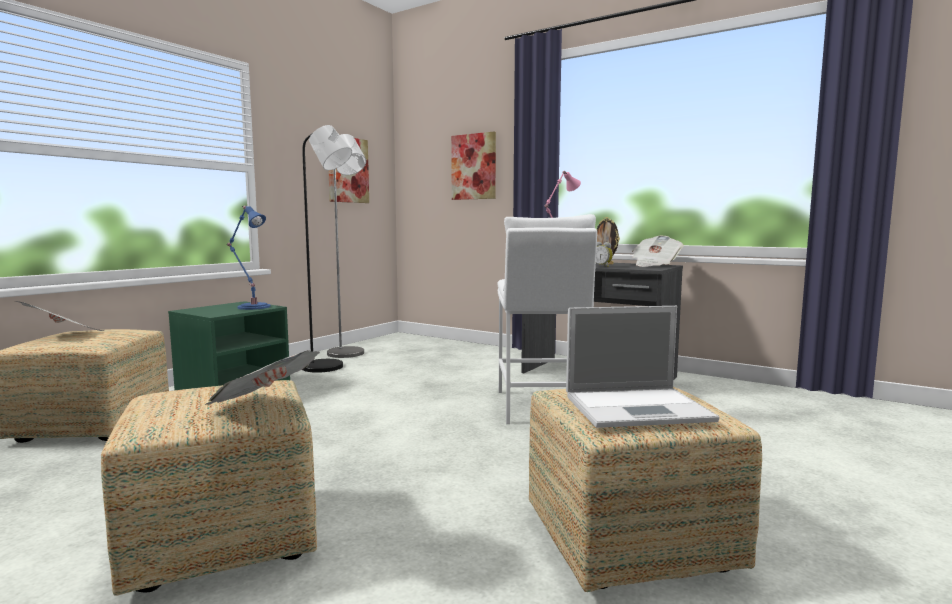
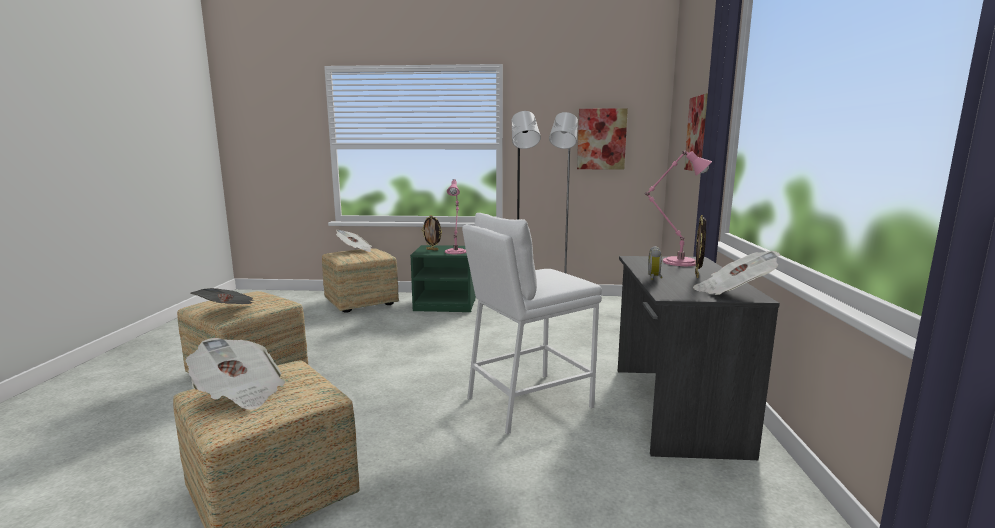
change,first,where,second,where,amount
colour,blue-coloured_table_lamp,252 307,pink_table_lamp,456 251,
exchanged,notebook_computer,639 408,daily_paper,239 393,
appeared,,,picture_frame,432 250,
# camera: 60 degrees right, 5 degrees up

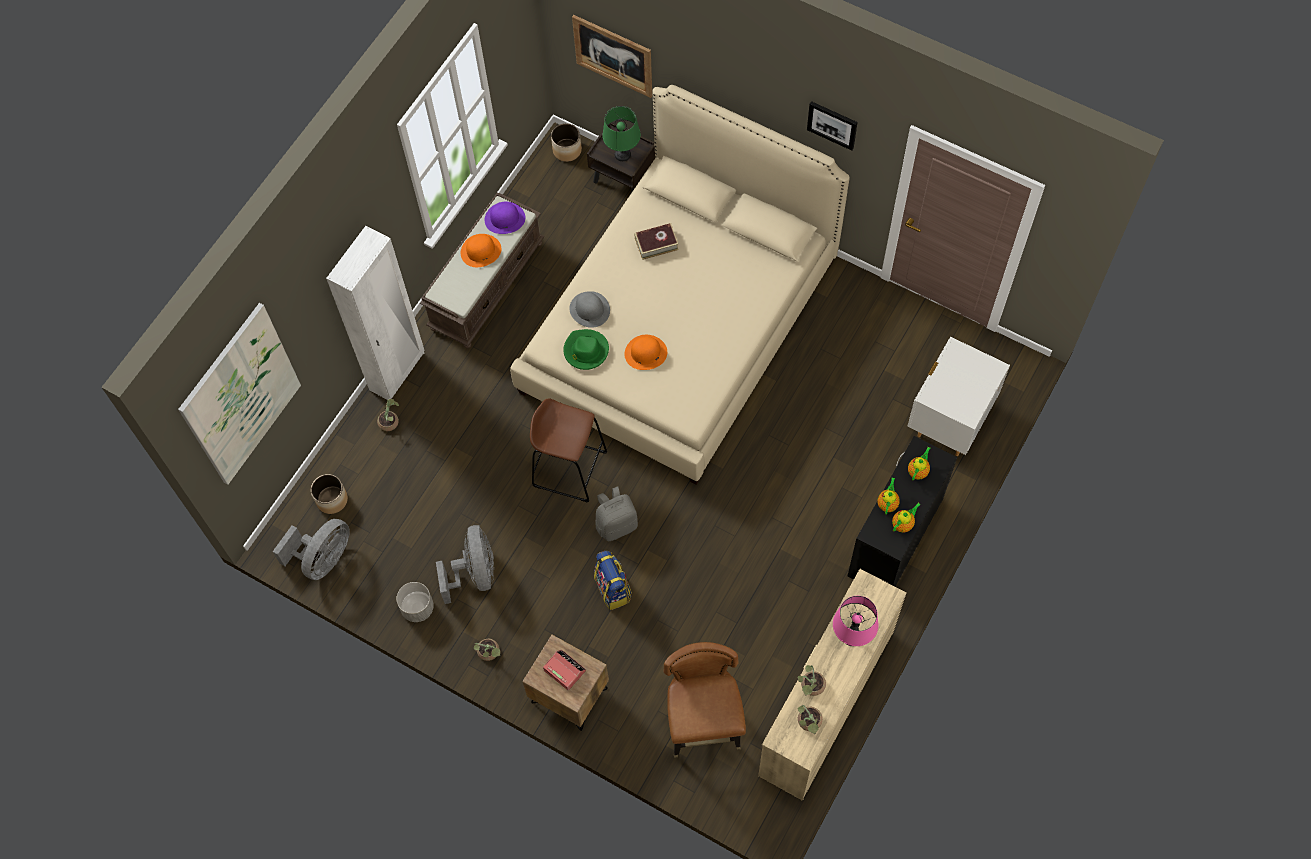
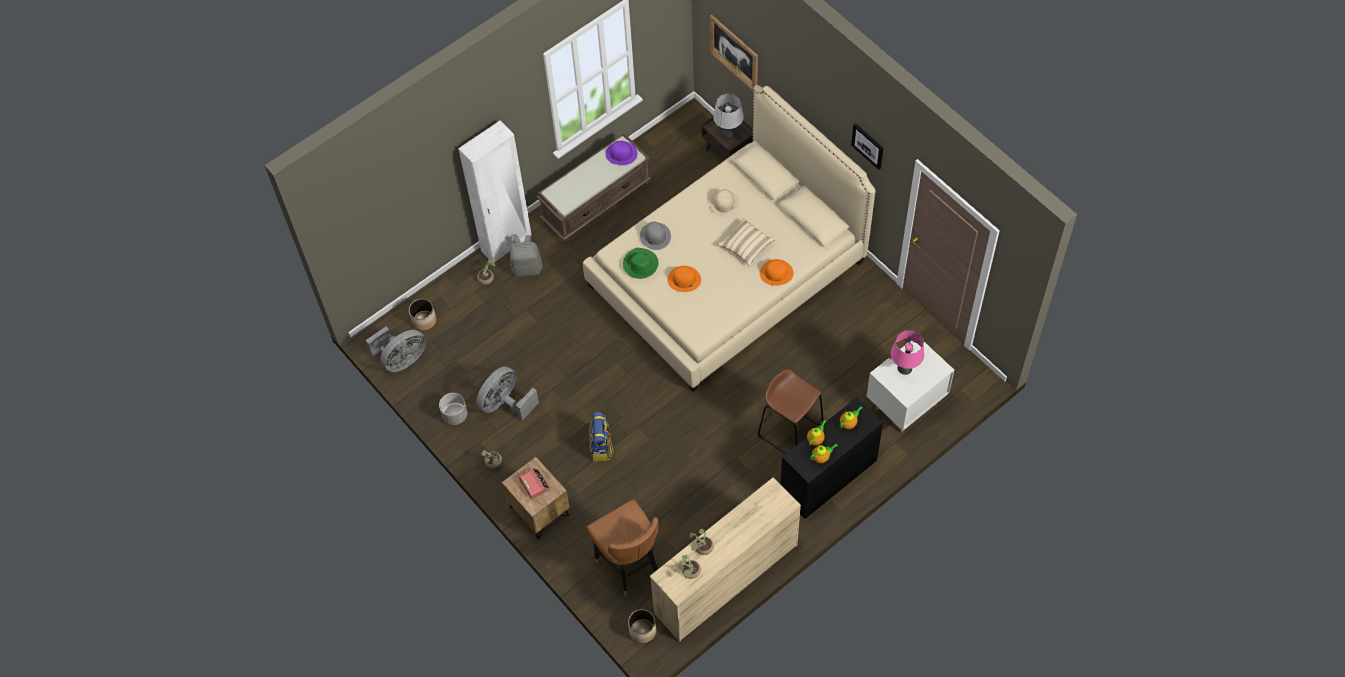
change,first,where,second,where,amount
missing,wall_art,241 395,,,
spun,greyish_electric_fan,474 573,,505 404,150 degrees counterclockwise
relocated,orangey_wearable_hat,481 251,,776 273,
relocated,brownish_stool_seat,569 468,,790 431,
relocated,plant_pot,567 150,,642 630,
relocated,greyish_rucksack,616 524,,527 267,
colour,greenish_table_lamp,622 154,greyish_table_lamp,728 132,
exchanged,book,656 244,beige_wearable_hat,724 204,
spun,brownish_chair,704 726,,628 565,135 degrees clockwise
relocated,pink_table_lamp,852 636,,905 368,
appeared,,,beige_pillow,746 246,
# camera: 20 degrees right, 5 degrees down

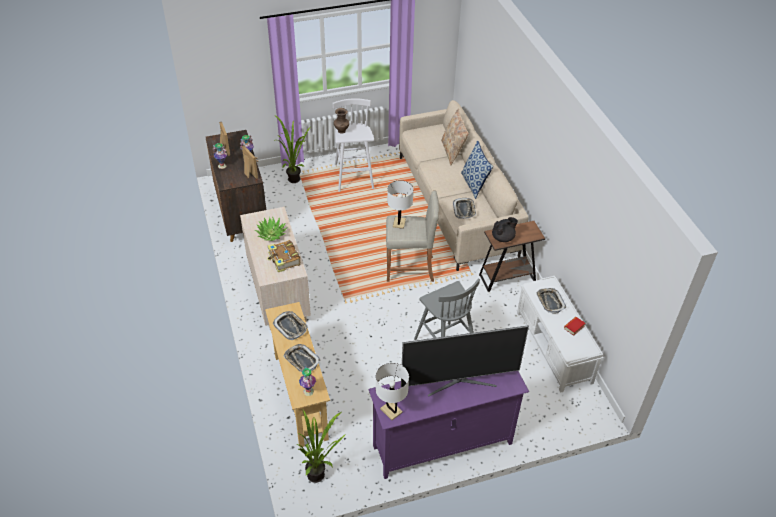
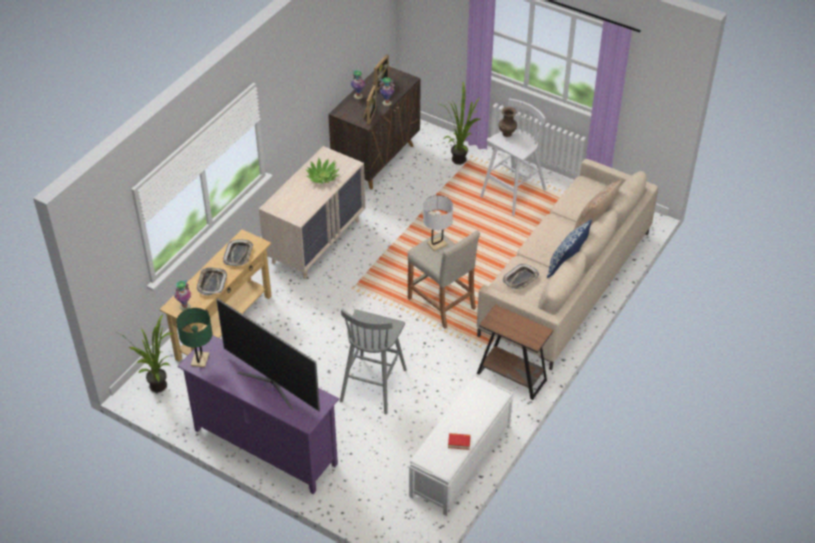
change,first,where,second,where,amount
missing,book,284 260,,,
colour,whitish_table_lamp,391 410,greenish_table_lamp,200 360,
missing,black-coloured_tea_pot,503 238,,,
missing,serving_tray,550 302,,,
# camera: 50 degrees right, 0 degrees up

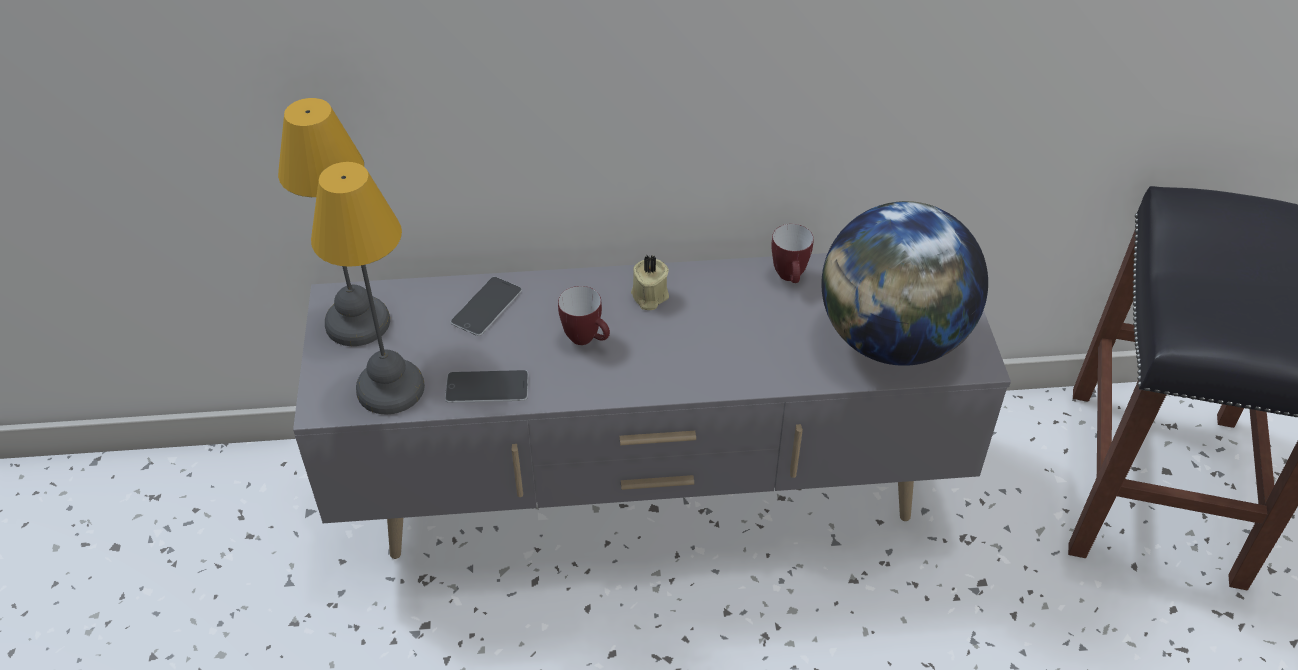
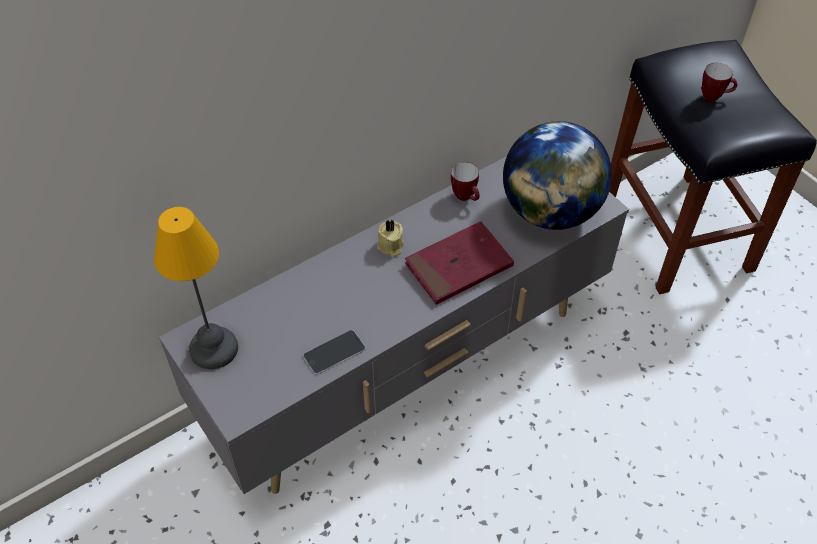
change,first,where,second,where,amount
missing,table_lamp,388 389,,,
missing,handset,486 306,,,
relocated,tea_mug,587 340,,714 97,
appeared,,,red_book,458 266,
# camera: 30 degrees left, 5 degrees up

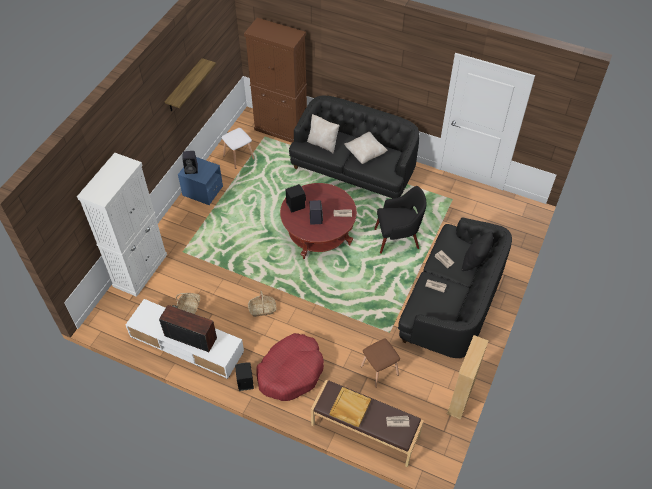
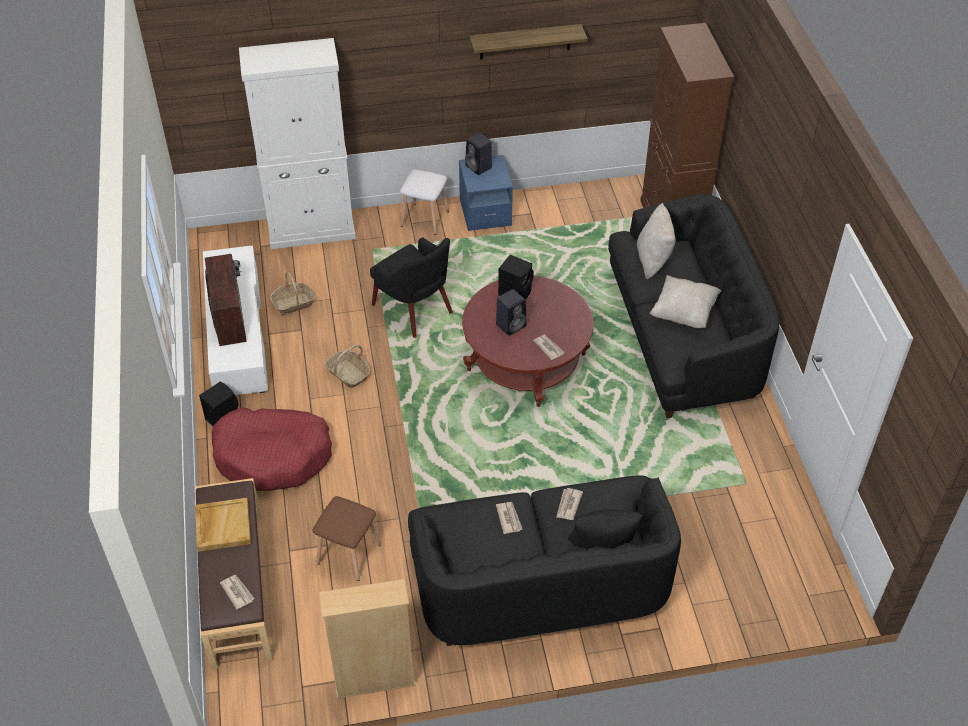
change,first,where,second,where,amount
relocated,whitish_stool_seat,239 157,,425 218,
relocated,black-coloured_easy_chair,398 238,,414 310,
# camera: 55 degrees right, 5 degrees down

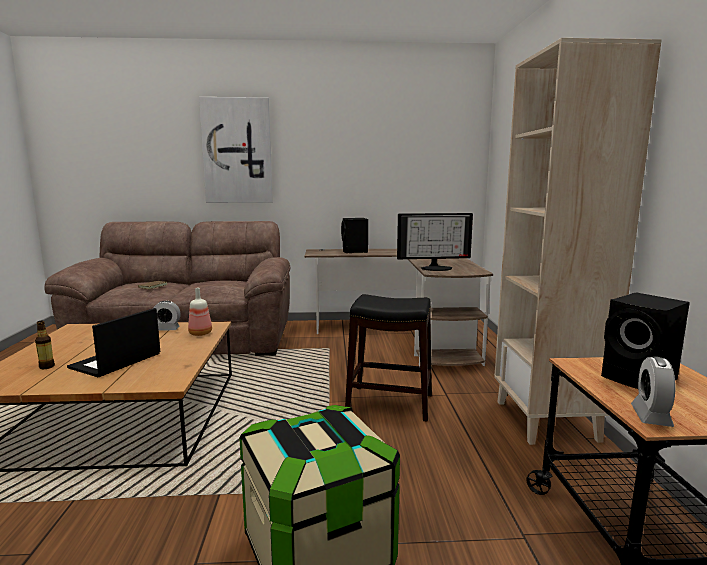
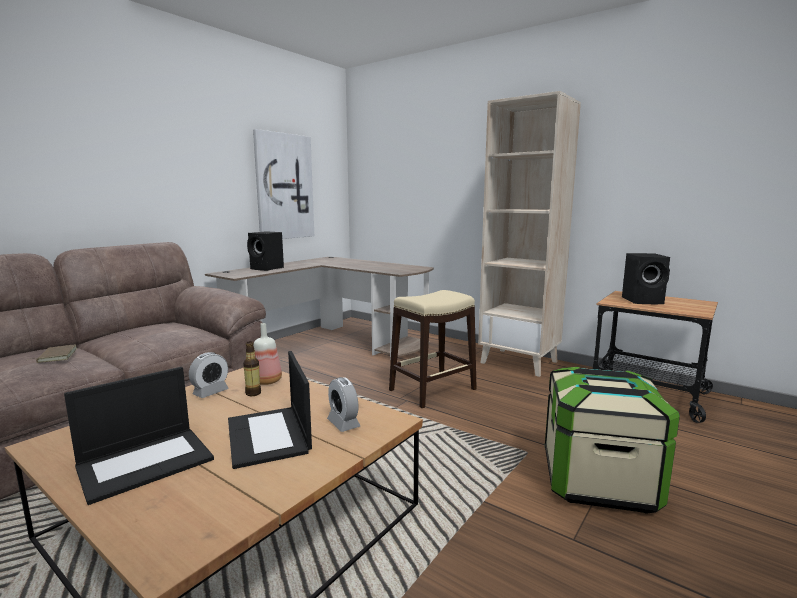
change,first,where,second,where,amount
relocated,drink_bottle,47 367,,253 393,
relocated,wall_art,237 151,,284 186,
colour,black-coloured_stool_seat,390 403,beige_stool_seat,433 390,
missing,computer_screen,436 268,,,
relocated,bedside_clock,651 416,,343 423,
appeared,,,notebook_computer,146 462,
# camera: 50 degrees left, 0 degrees up

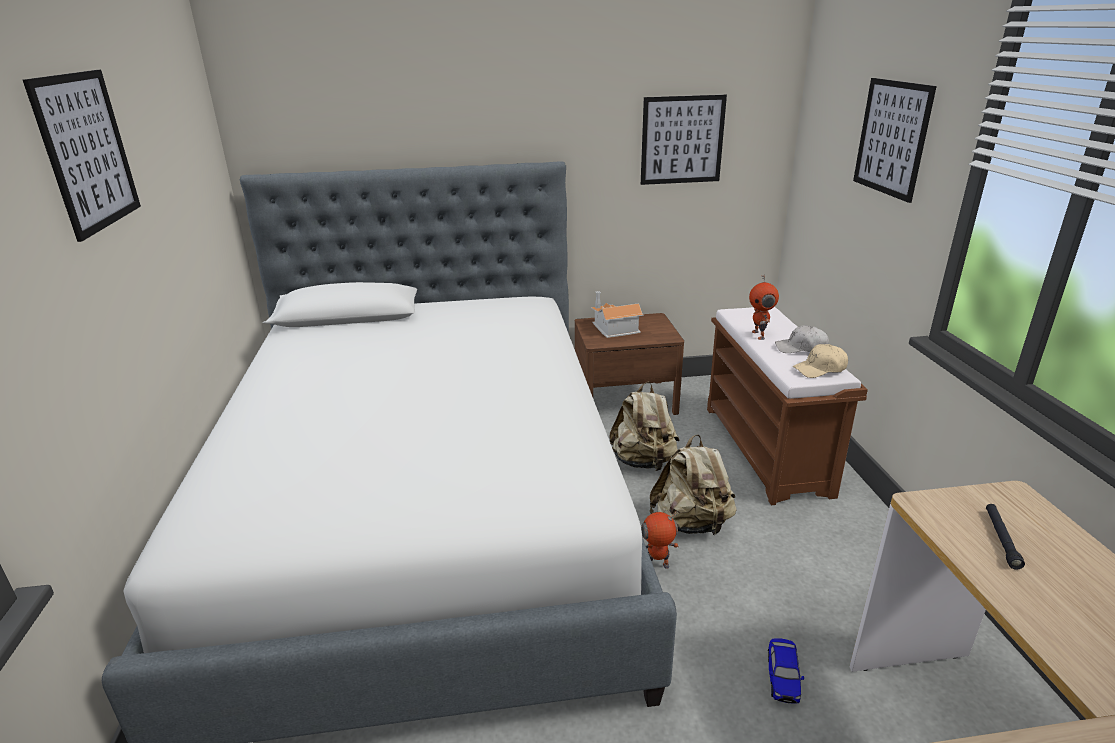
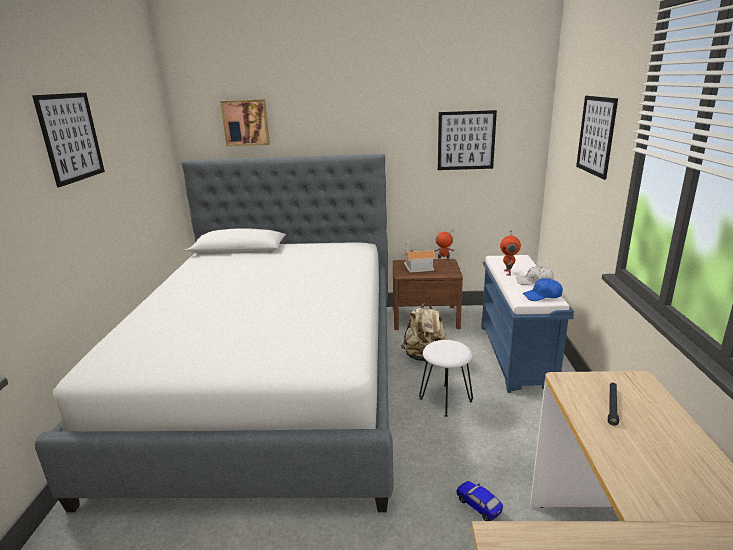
change,first,where,second,where,amount
relocated,model_robot,656 568,,443 262,
exchanged,beige_rucksack,691 523,whitish_stool_seat,446 399,
colour,brownish_bench,767 450,blue-coloured_bench,516 356,
spun,model_car,782 679,,478 506,120 degrees clockwise
colour,beige_cap,820 369,blue-coloured_cap,542 296,
appeared,,,wall_art,246 122,
# camera: 10 degrees right, 5 degrees down

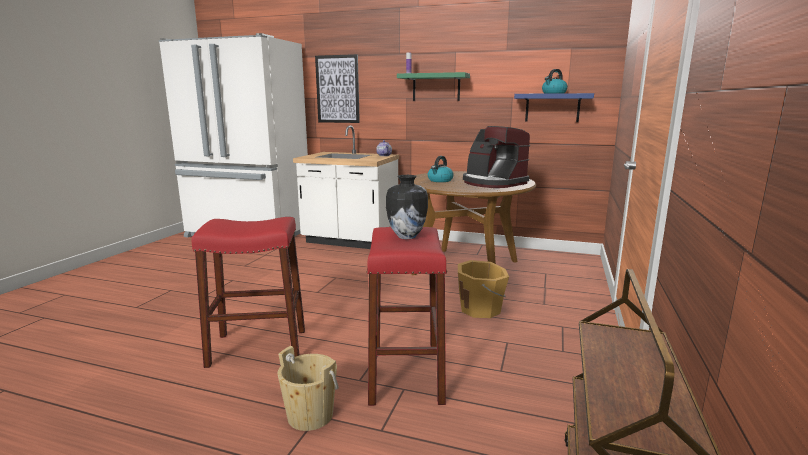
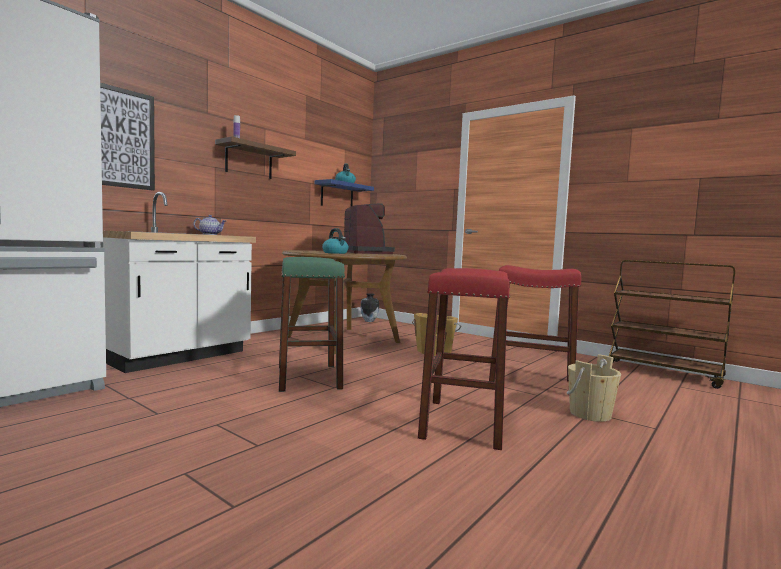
change,first,where,second,where,amount
relocated,flower_vase,406 236,,369 321,
colour,greenish_shelf,436 87,brownish_shelf,249 161,
spun,coffee_maker,493 183,,368 253,90 degrees counterclockwise
appeared,,,greenish_stool_seat,308 377,
# camera: 70 degrees left, 10 degrees down

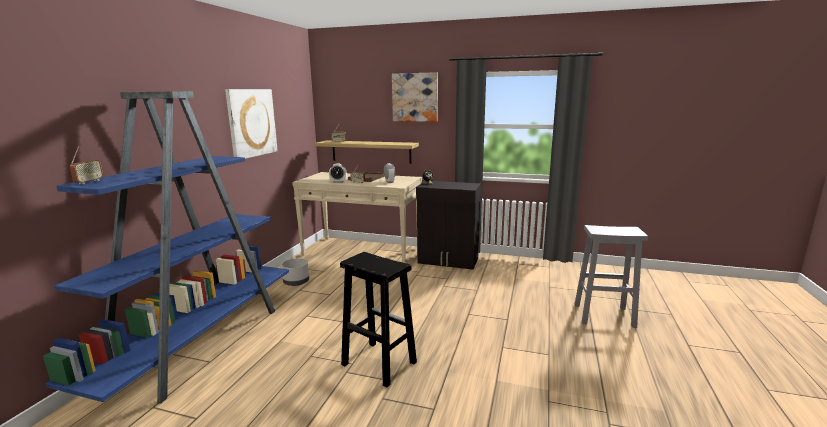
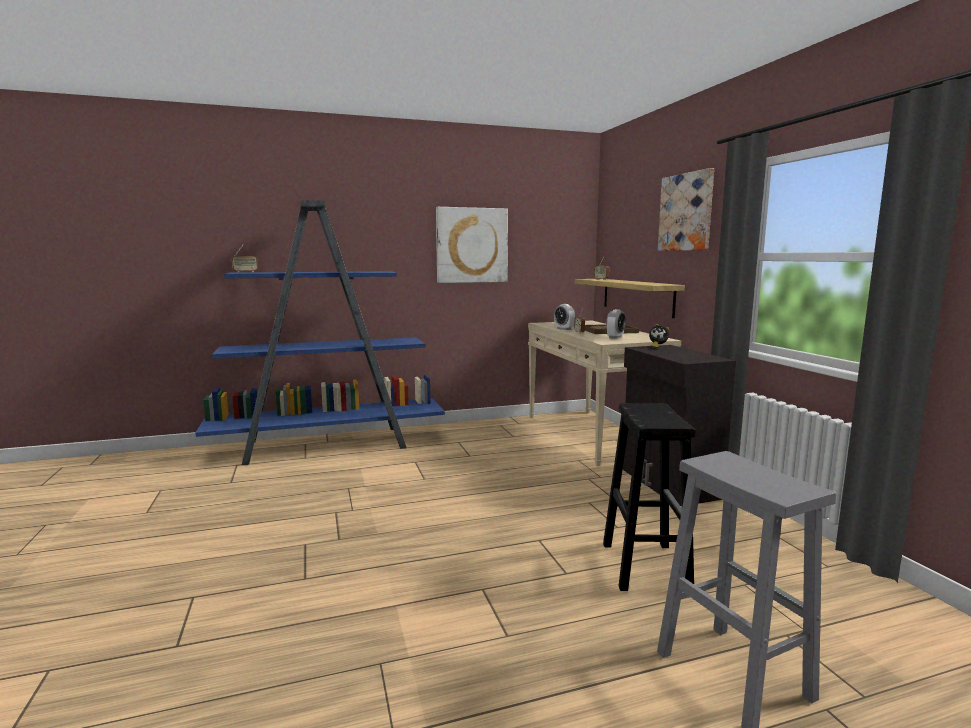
change,first,where,second,where,amount
missing,greyish_plant_pot,296 282,,,
relocated,black-coloured_stool_seat,378 363,,644 565,
# camera: 55 degrees right, 5 degrees down

